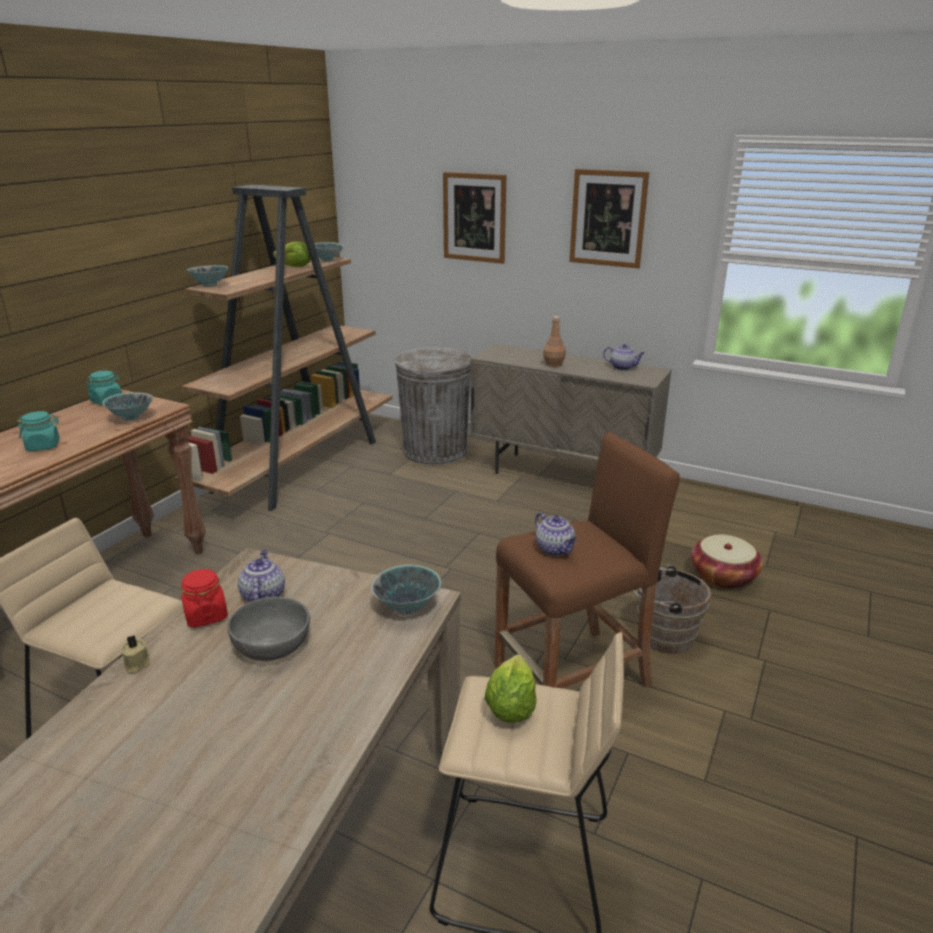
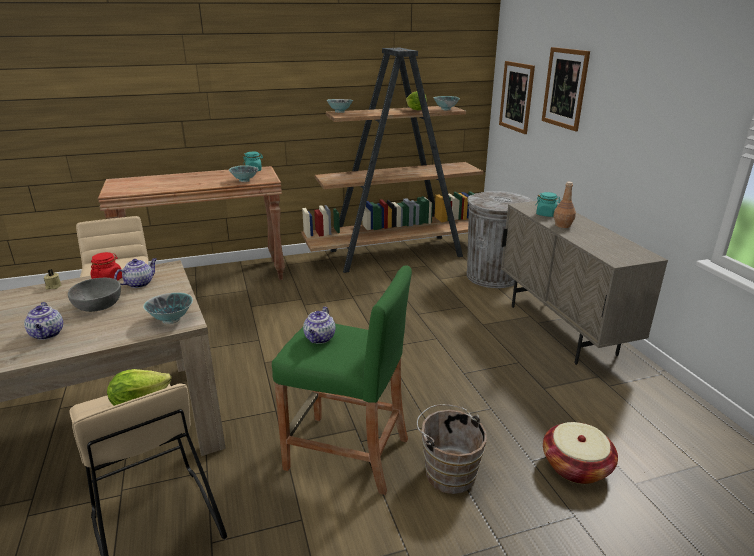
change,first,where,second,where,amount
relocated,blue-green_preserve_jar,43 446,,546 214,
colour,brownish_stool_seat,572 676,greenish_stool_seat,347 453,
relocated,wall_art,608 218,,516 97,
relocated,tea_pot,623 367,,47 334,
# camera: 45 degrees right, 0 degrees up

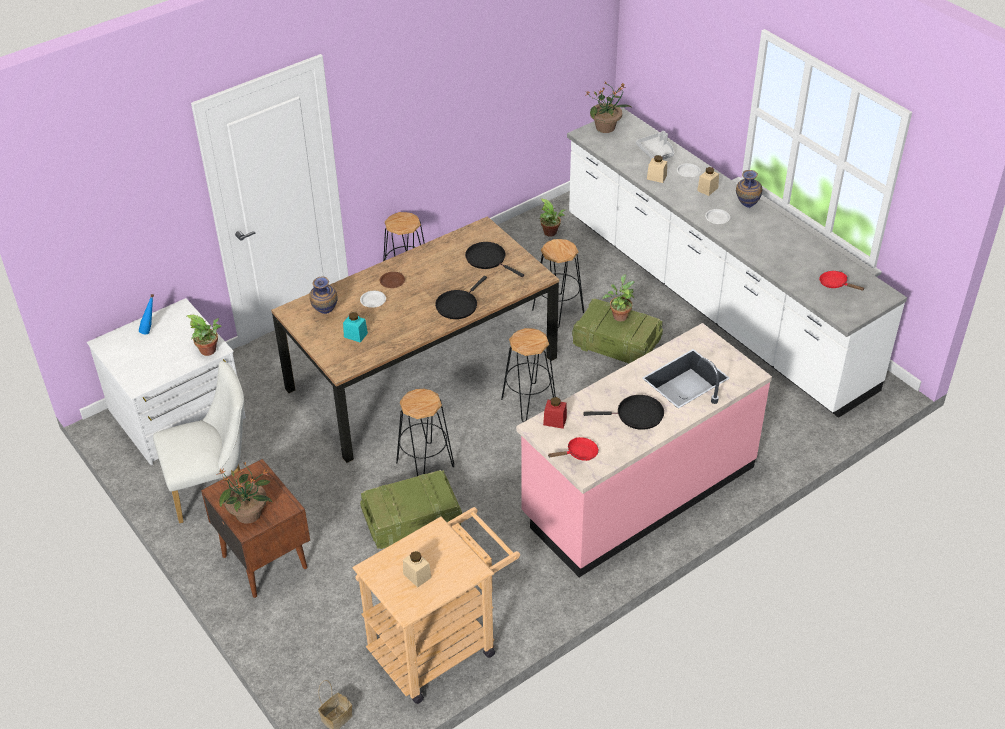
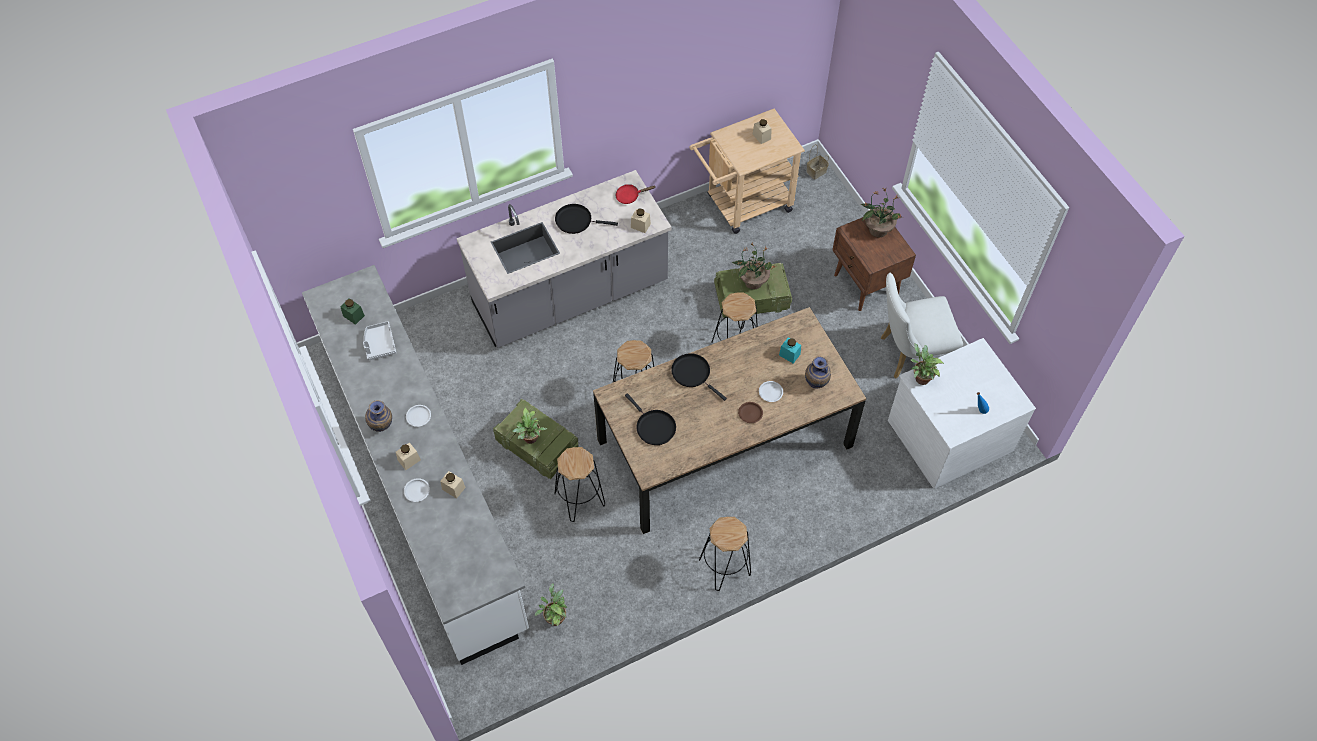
change,first,where,second,where,amount
spun,black-coloured_frying_pan,458 305,,693 374,90 degrees counterclockwise
colour,pink_counter,638 491,greyish_counter,570 295,
colour,red_preserve_jar,555 421,beige_preserve_jar,640 225,
relocated,potted_plant,606 127,,752 281,
relocated,greyish_serving_tray,656 152,,379 344,
exchanged,red_frying_pan,835 284,greenish_preserve_jar,353 316,
# camera: 170 degrees left, 15 degrees up

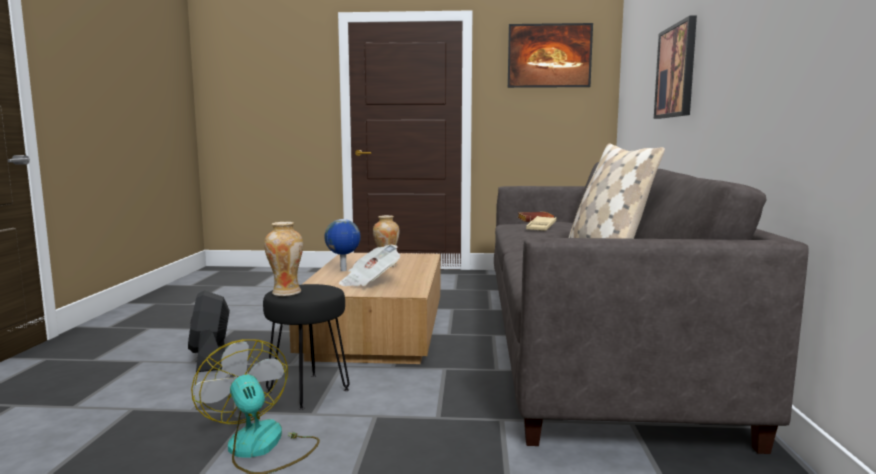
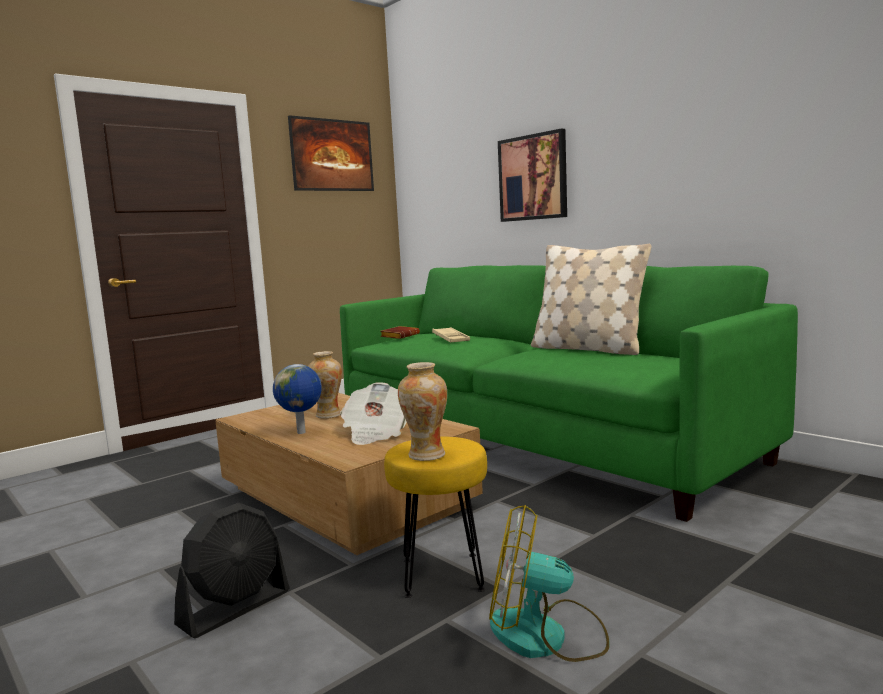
change,first,where,second,where,amount
spun,black-coloured_electric_fan,210 359,,235 608,75 degrees counterclockwise
colour,black-coloured_stool_seat,308 390,yellow-coloured_stool_seat,441 574,
colour,greyish_settee,586 341,greenish_settee,534 440,
# camera: 45 degrees left, 0 degrees up

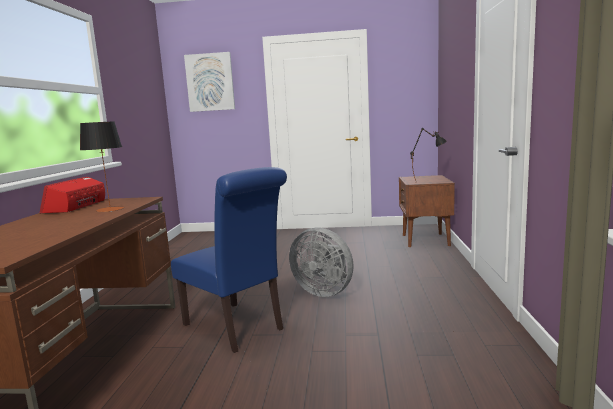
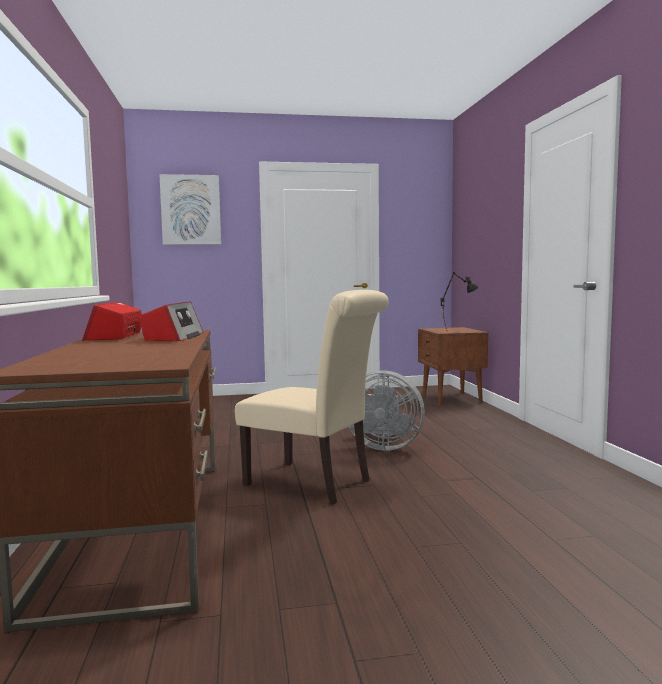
change,first,where,second,where,amount
exchanged,table_lamp,110 209,radio,174 337,
colour,blue-coloured_chair,237 328,beige_chair,314 483,
# camera: 15 degrees left, 5 degrees down

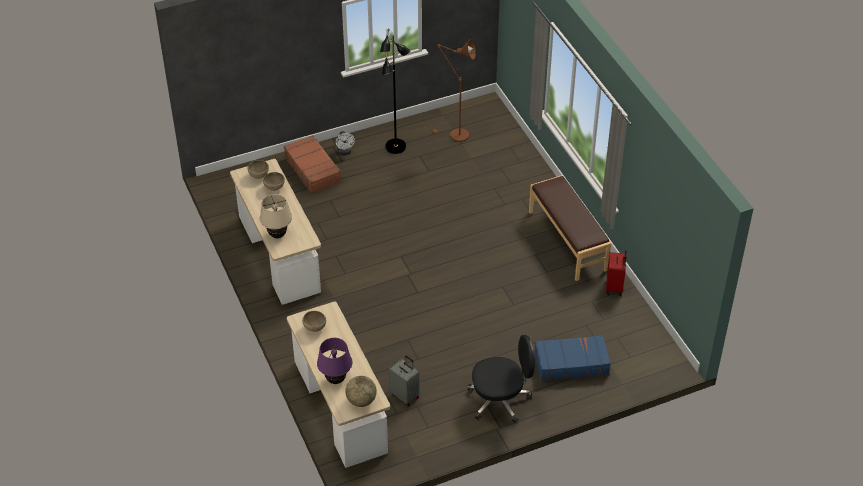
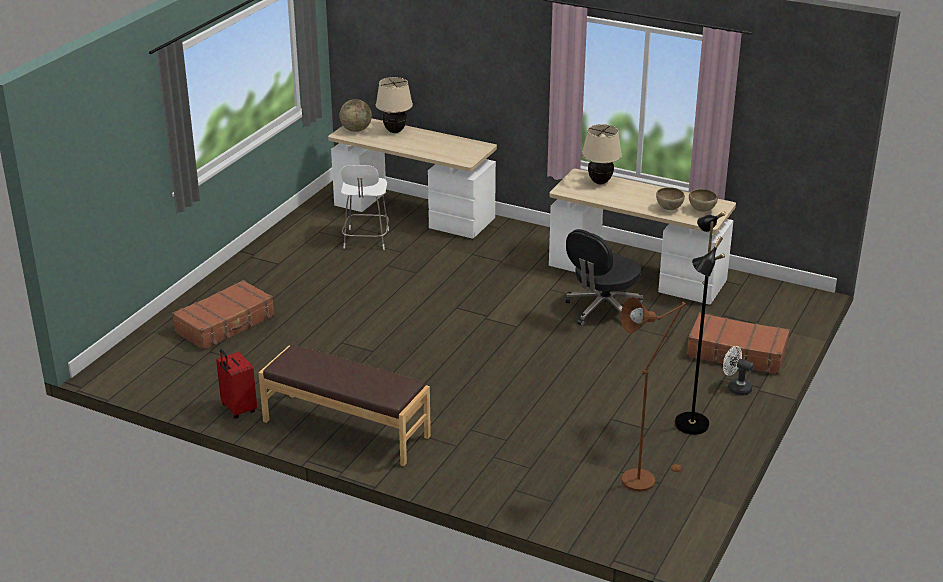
change,first,where,second,where,amount
missing,brownish_bowl,314 328,,,
colour,purple_table_lamp,336 380,beige_table_lamp,394 131,
exchanged,greyish_suitcase,405 395,whitish_chair,366 240,
relocated,black-coloured_office_chair,500 400,,602 310,
colour,blue-coloured_suitcase,571 363,brownish_suitcase,225 324,
# camera: 140 degrees right, 15 degrees down

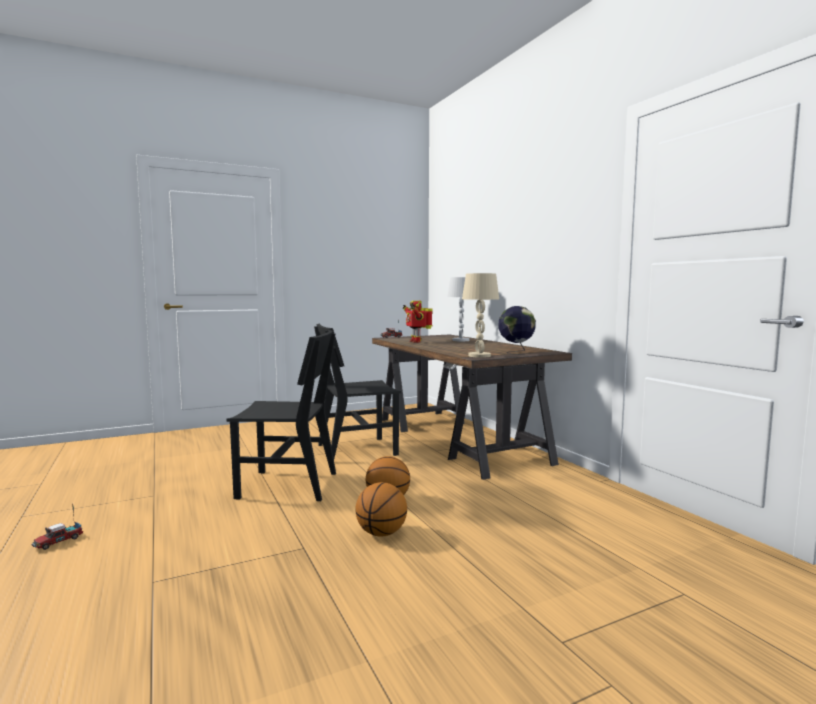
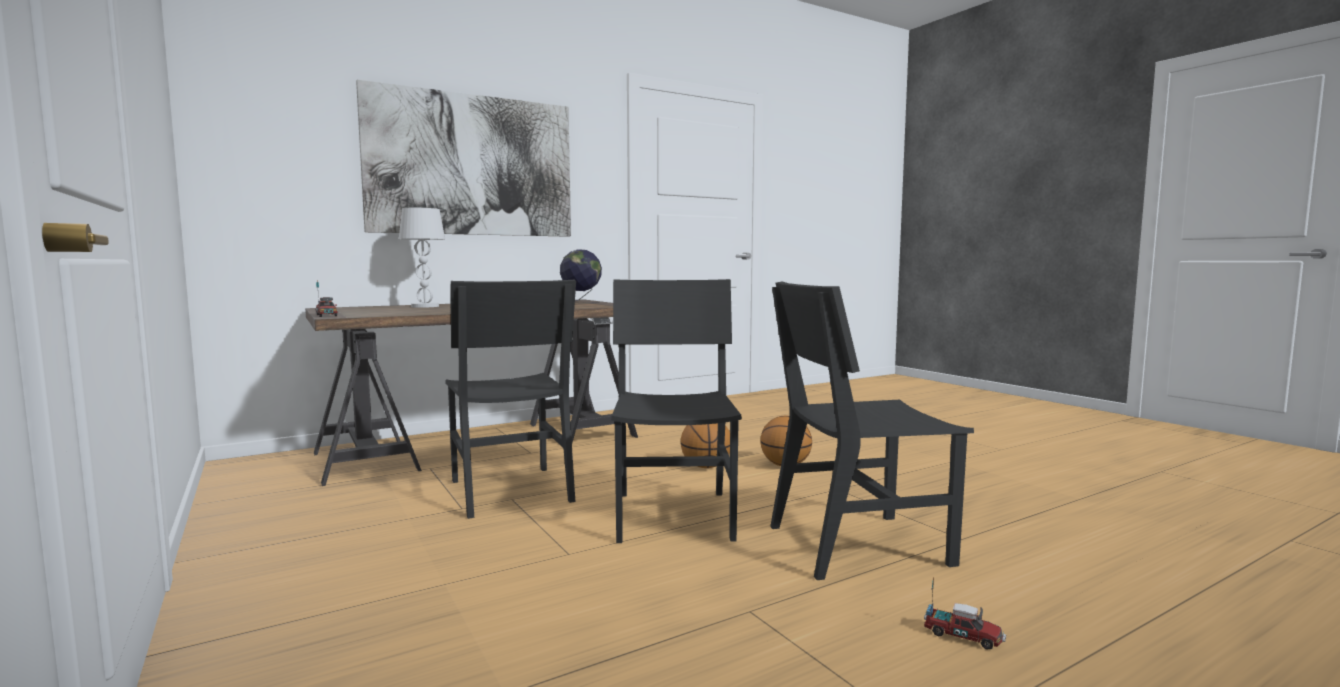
change,first,where,second,where,amount
missing,model_robot,416 341,,,
missing,beige_table_lamp,479 356,,,
appeared,,,wall_art,472 165,
appeared,,,black-coloured_chair,857 545,
# camera: 95 degrees left, 0 degrees up

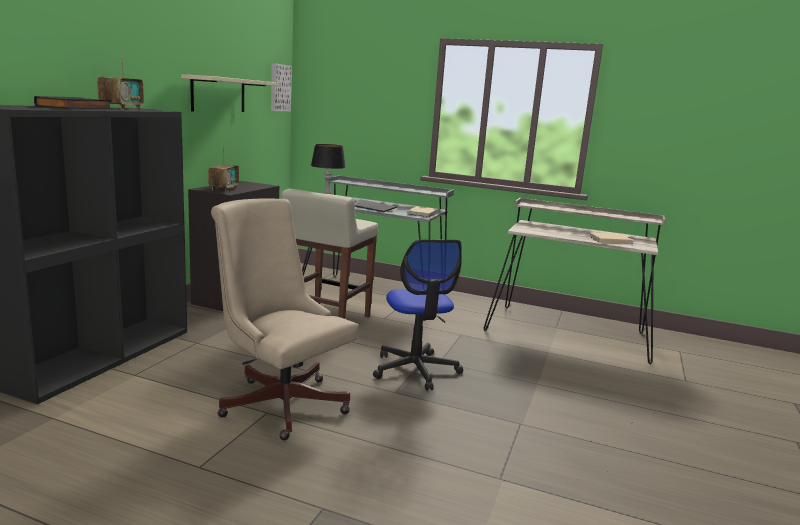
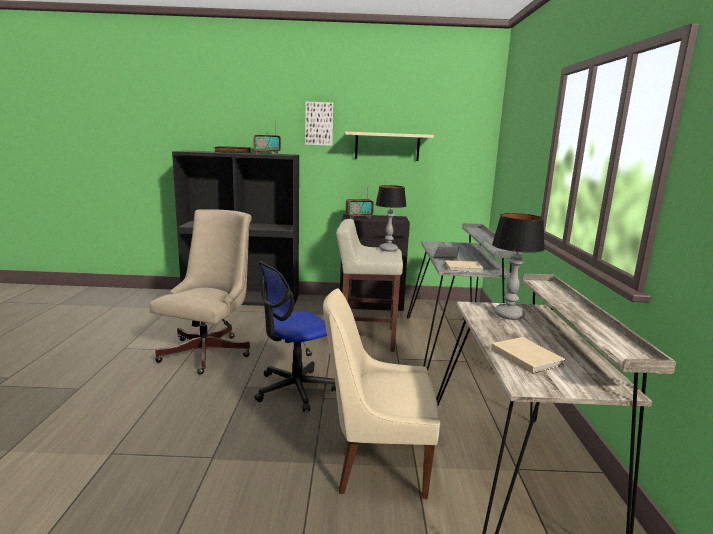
change,first,where,second,where,amount
relocated,wall_art,279 88,,319 123,
appeared,,,beige_chair,376 463,
appeared,,,table_lamp,508 315,
# camera: 70 degrees right, 0 degrees up

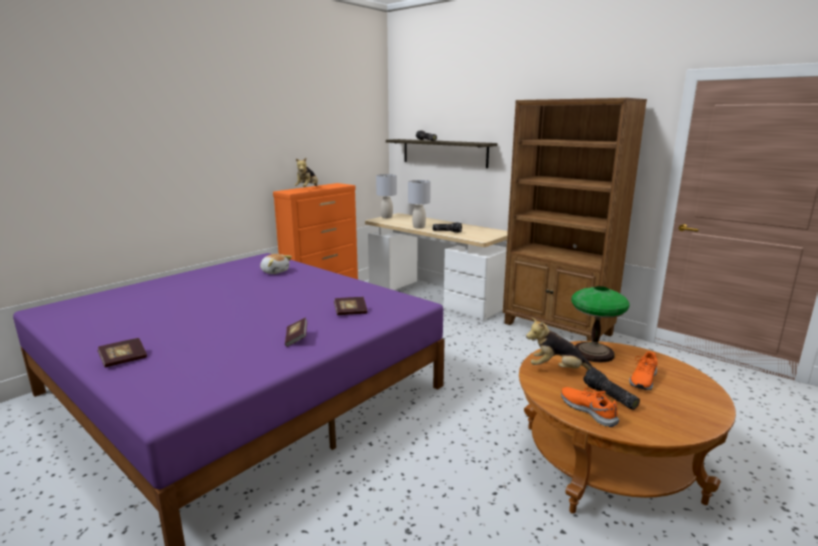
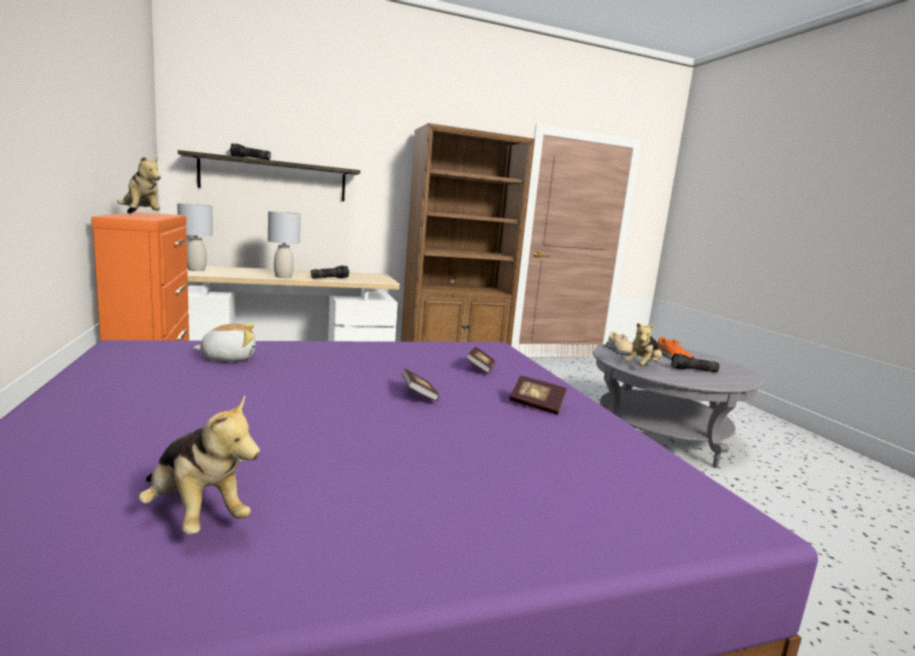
change,first,where,second,where,amount
relocated,book,124 360,,418 395,
colour,brownish_low_table,608 462,greyish_low_table,661 432,
missing,orangey_low_shoe,588 410,,,
exchanged,table_lamp,593 353,beige_low_shoe,621 352,
appeared,,,cuddly_toy,194 514,
# camera: 60 degrees left, 5 degrees down

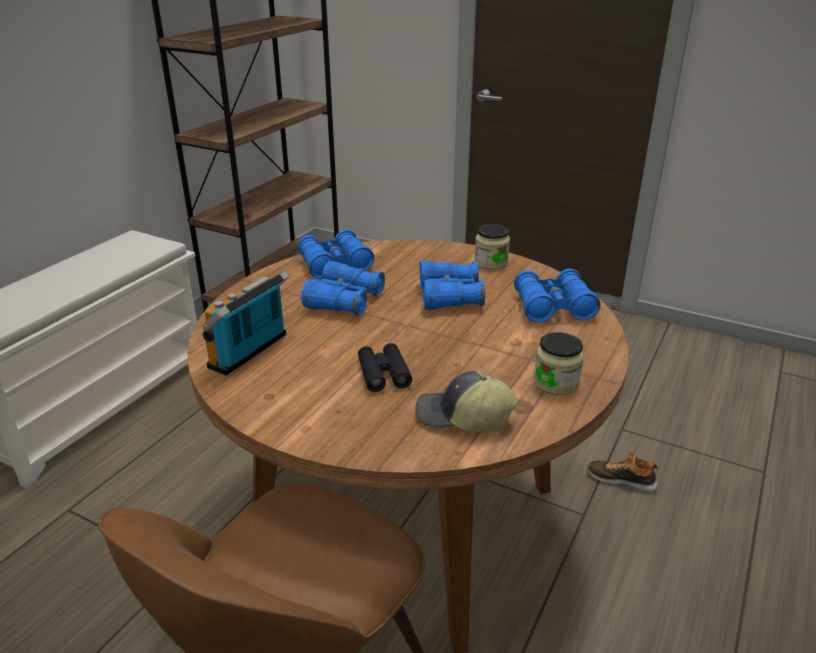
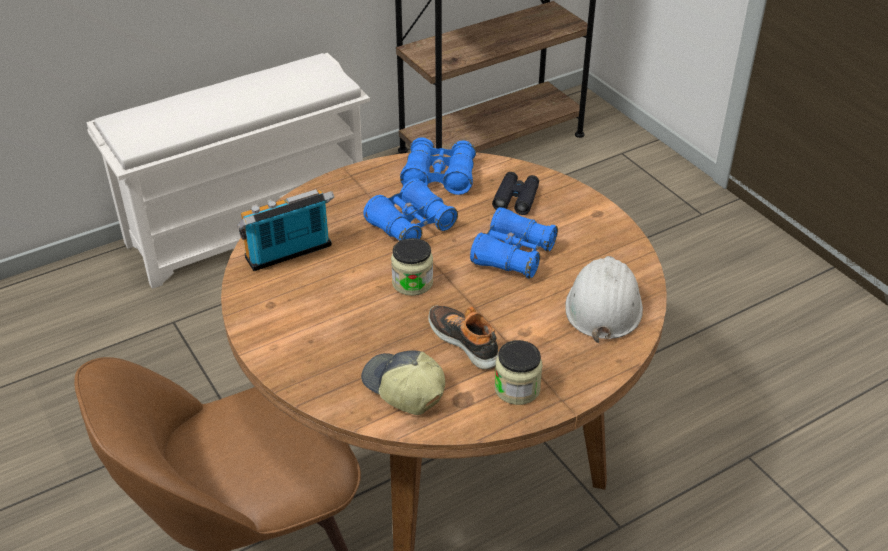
change,first,where,second,where,amount
relocated,black-coloured_binoculars,383 373,,516 198,
relocated,preserve_jar,491 262,,412 283,
exchanged,blue-coloured_binoculars,553 307,whitish_safety_helmet,603 305,
relocated,low_shoe,621 479,,465 342,
# camera: 30 degrees right, 10 degrees up

